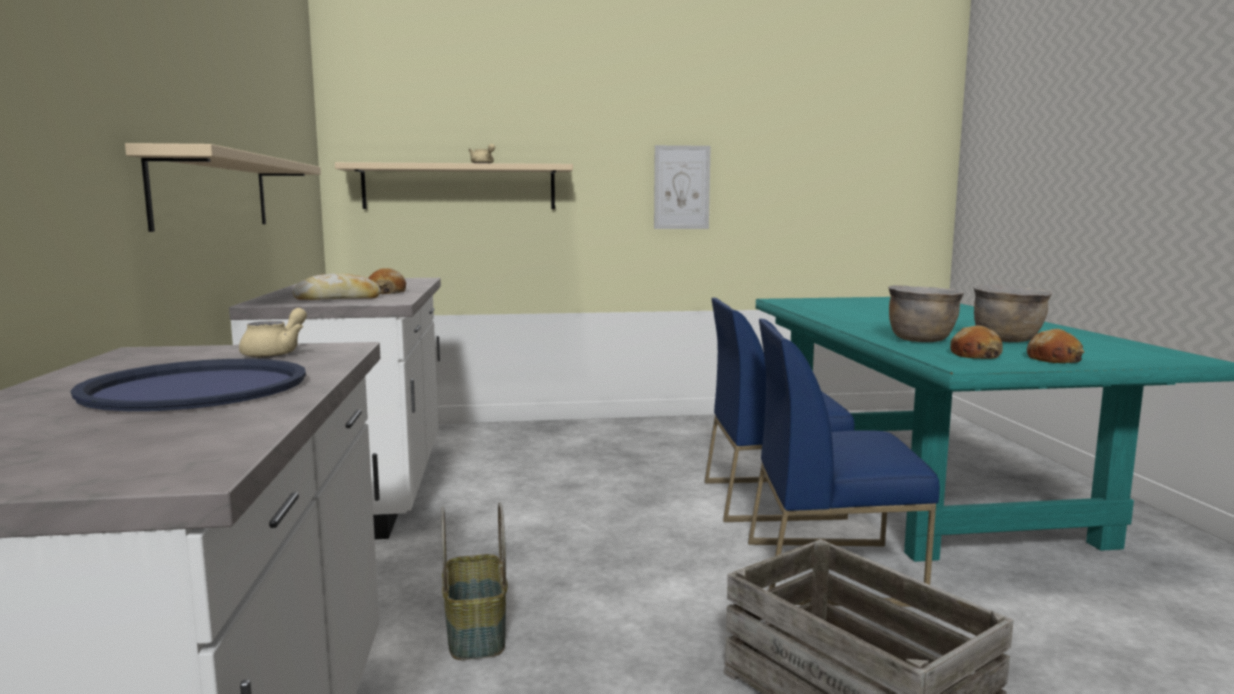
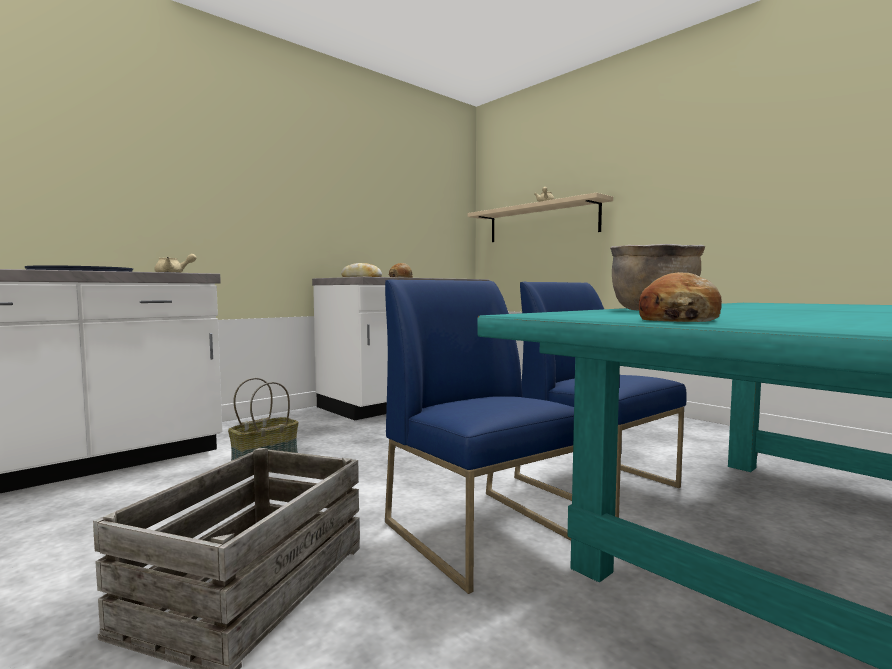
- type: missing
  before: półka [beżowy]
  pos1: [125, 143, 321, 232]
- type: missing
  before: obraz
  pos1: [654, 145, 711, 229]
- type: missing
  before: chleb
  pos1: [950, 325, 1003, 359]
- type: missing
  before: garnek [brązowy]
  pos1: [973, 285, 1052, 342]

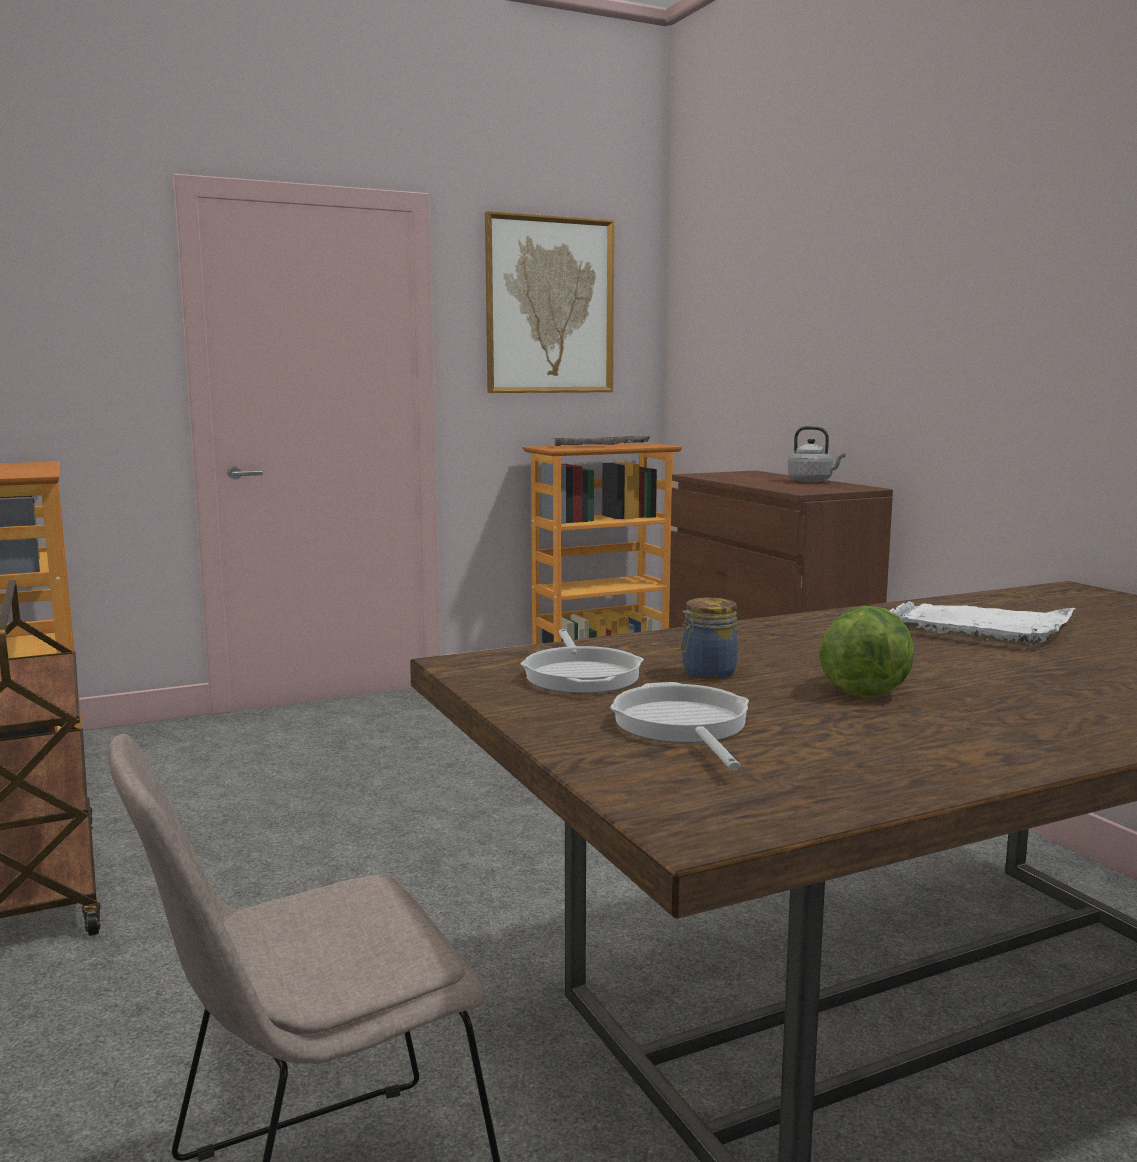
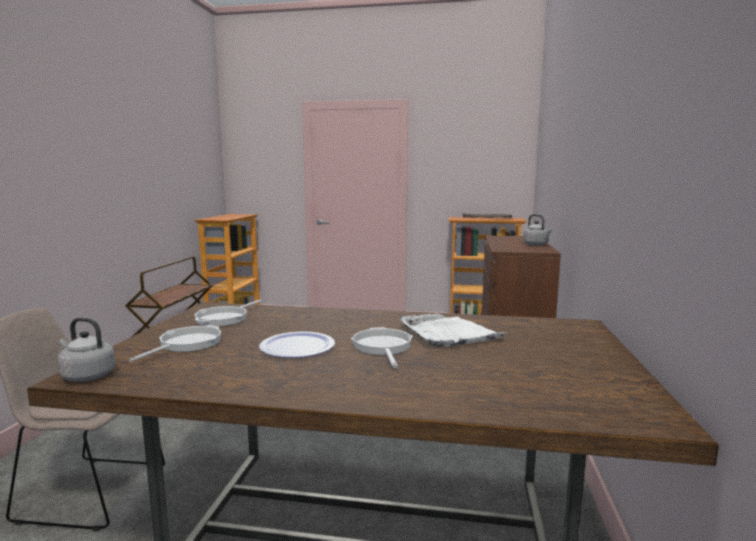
- type: appeared
  after: czajnik [szary]
  pos2: [58, 318, 115, 382]
- type: exchanged
  before: sałata
  after: talerz
  pos1: [819, 606, 914, 698]
  pos2: [259, 332, 335, 358]
- type: appeared
  after: patelnia
  pos2: [351, 327, 413, 368]
- type: missing
  before: obraz
  pos1: [485, 211, 615, 393]
- type: missing
  before: słoik
  pos1: [681, 598, 738, 679]

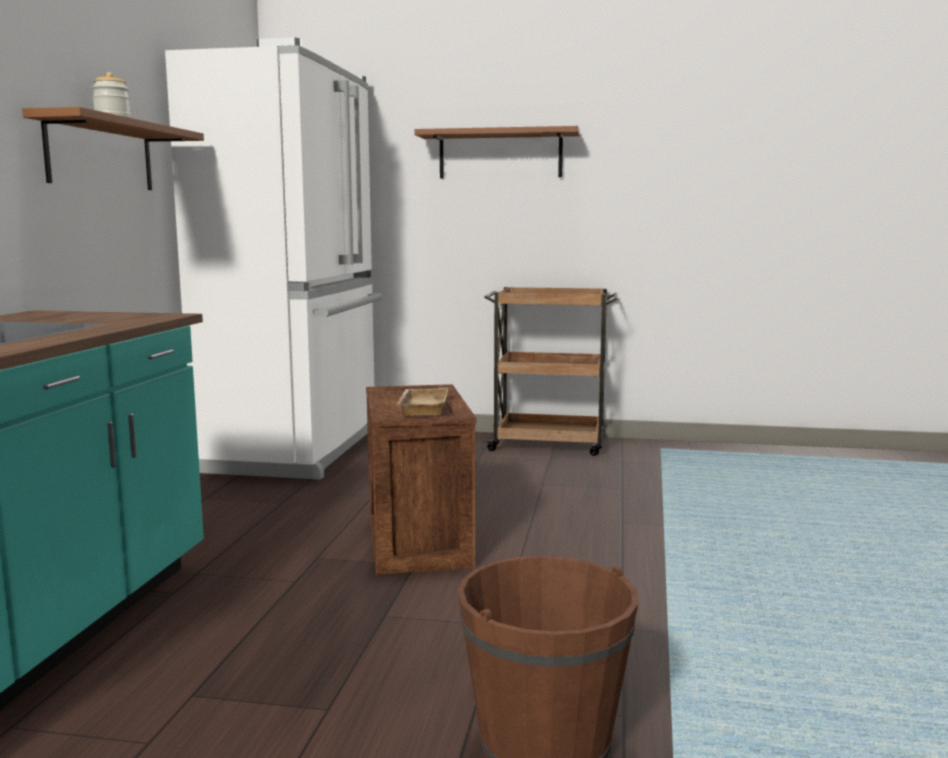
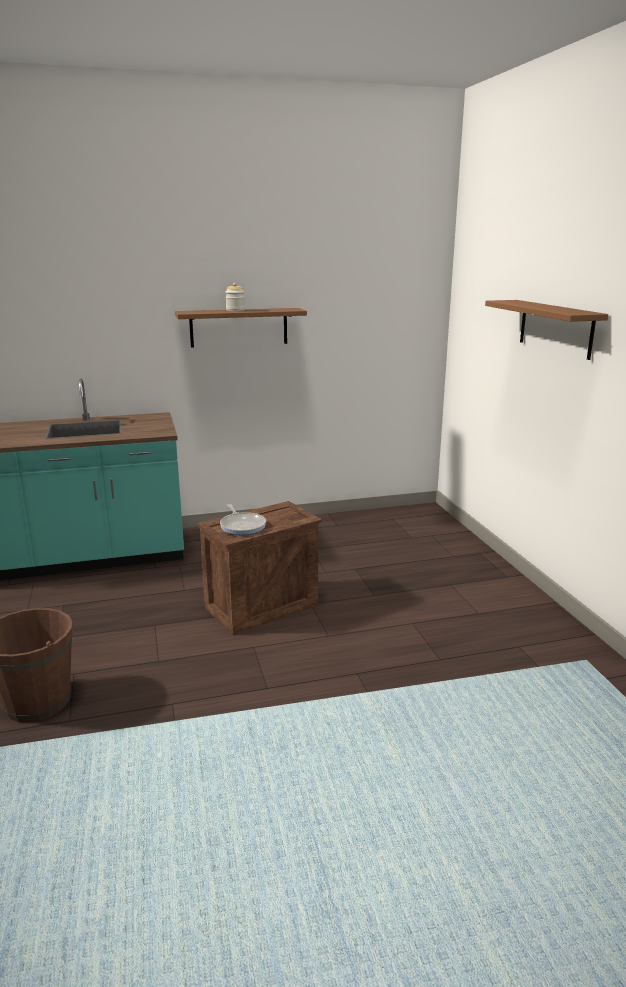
- type: exchanged
  before: taca [beżowy]
  after: patelnia
  pos1: [398, 388, 448, 416]
  pos2: [220, 504, 266, 535]
- type: missing
  before: lodówka [biały]
  pos1: [165, 37, 382, 480]
- type: missing
  before: wózek [brązowy]
  pos1: [484, 287, 618, 456]

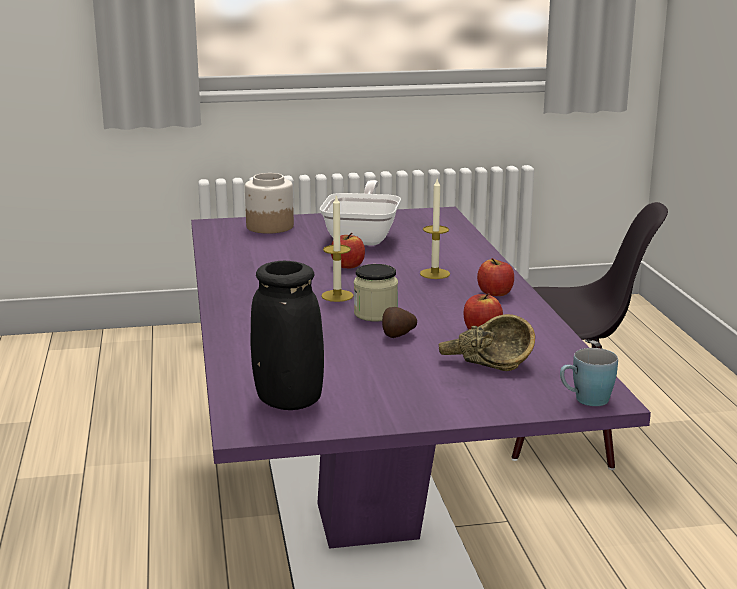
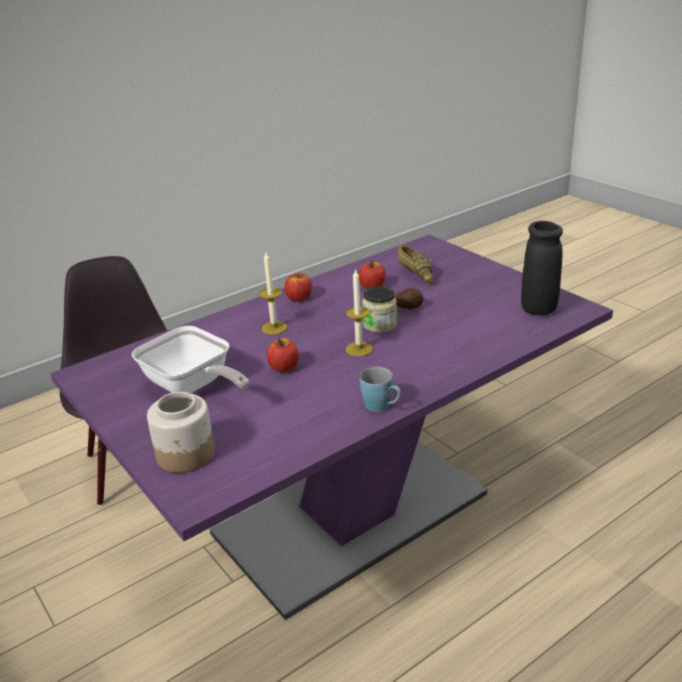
- type: spun
  before: patelnia
  pos1: [320, 180, 401, 246]
  pos2: [132, 326, 249, 394]
  turn: -120
- type: relocated
  before: kubek [niebieski]
  pos1: [560, 348, 618, 406]
  pos2: [360, 367, 401, 412]

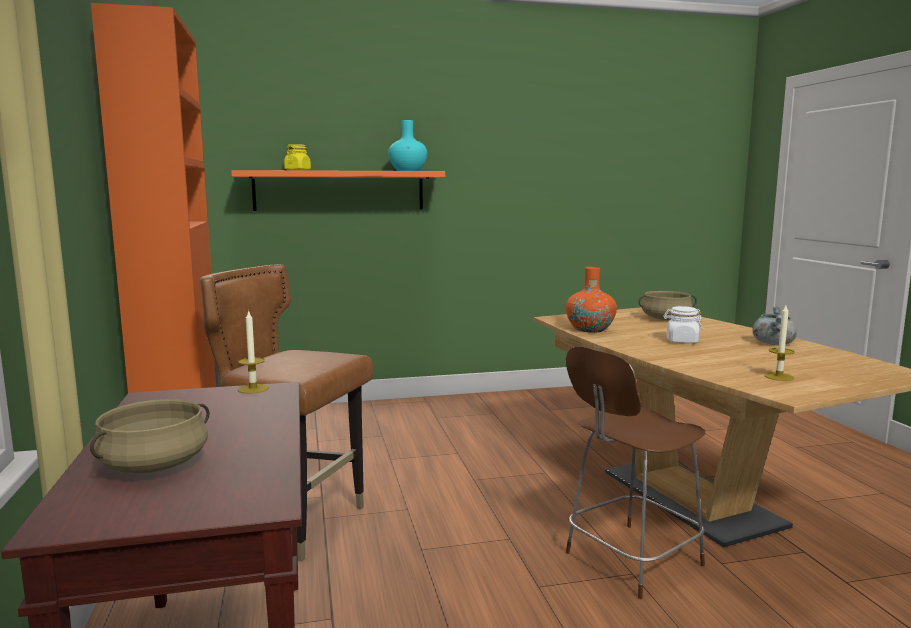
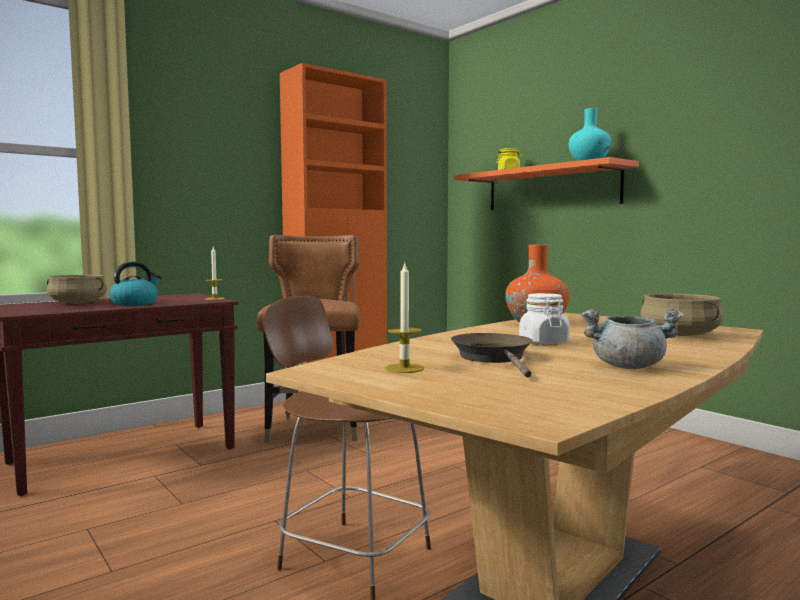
- type: appeared
  after: czajnik
  pos2: [109, 262, 162, 306]
- type: appeared
  after: patelnia [brązowy]
  pos2: [451, 333, 533, 378]

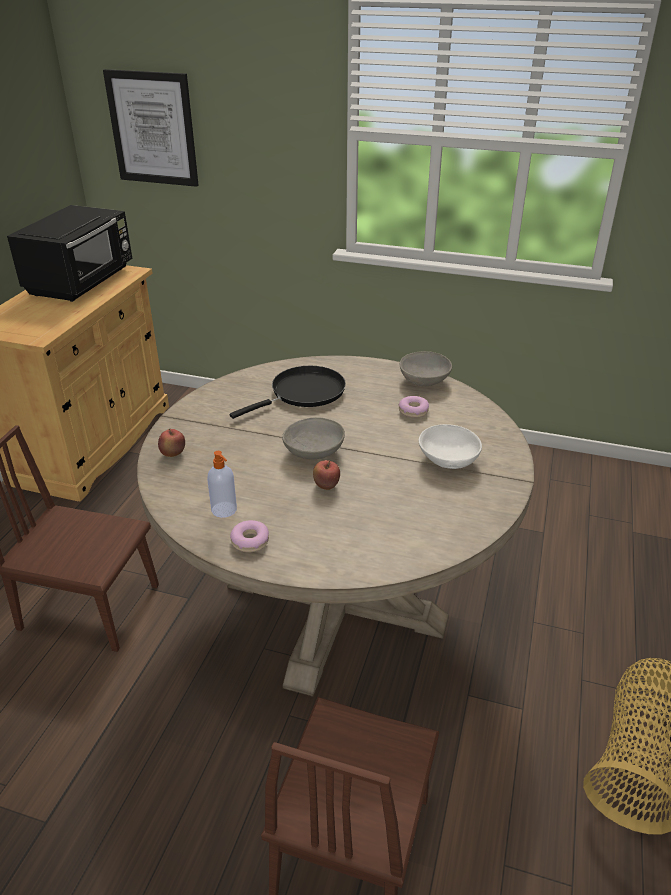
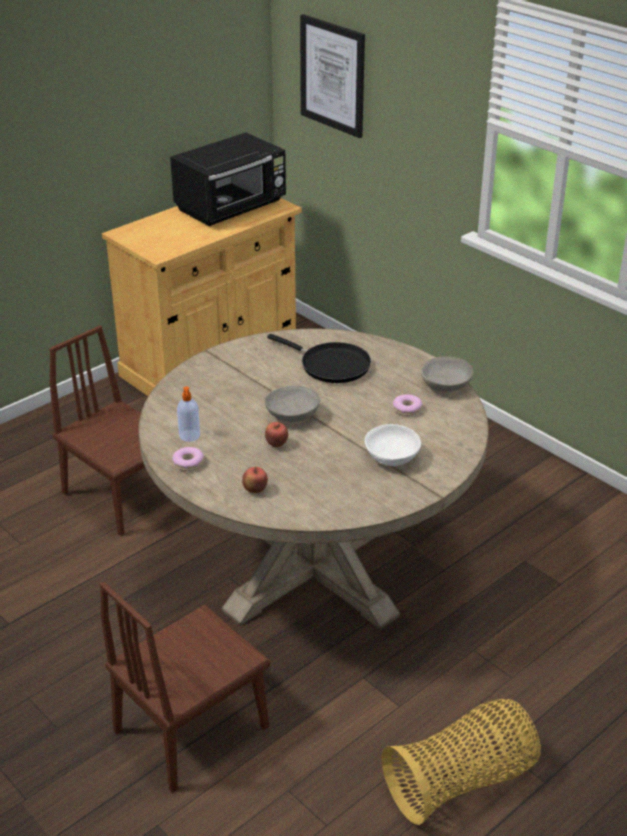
- type: relocated
  before: jabłko
  pos1: [158, 429, 185, 457]
  pos2: [242, 467, 268, 493]
- type: spun
  before: patelnia [czarny]
  pos1: [230, 366, 346, 419]
  pos2: [267, 334, 371, 383]
  turn: 45

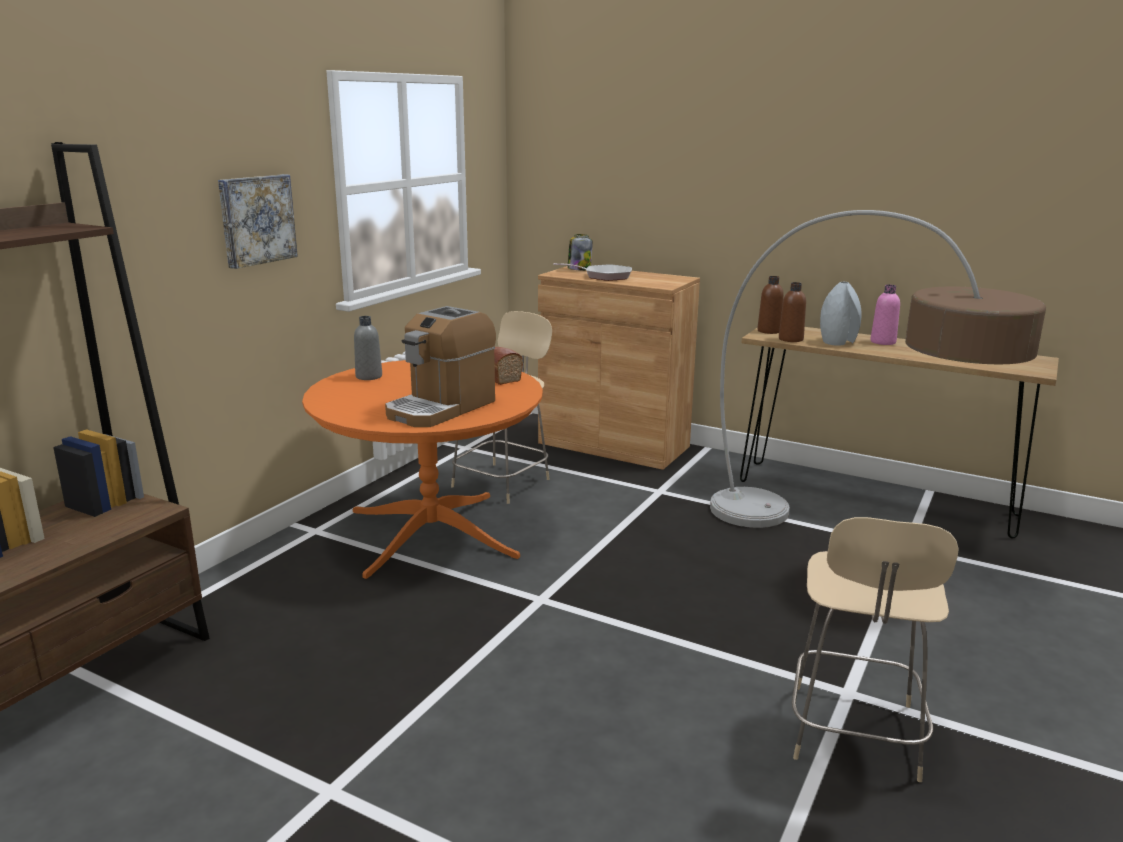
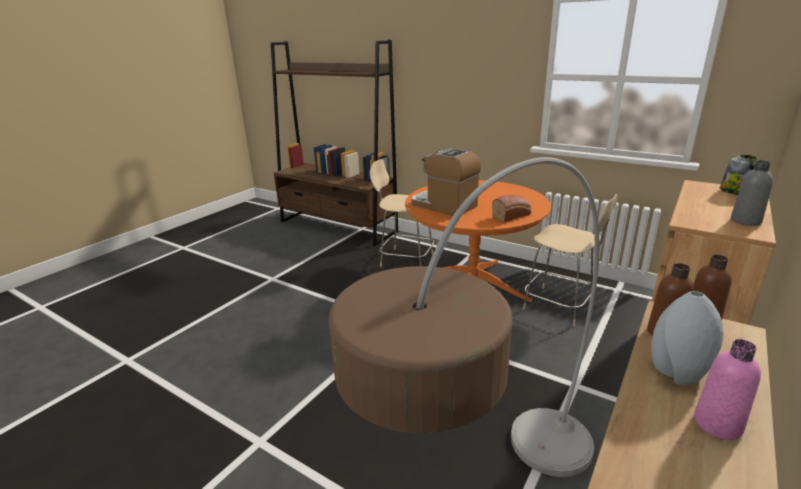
- type: relocated
  before: krzesło [beżowy]
  pos1: [792, 517, 959, 782]
  pos2: [370, 159, 434, 267]
- type: relocated
  before: butelka [szary]
  pos1: [354, 316, 382, 380]
  pos2: [731, 161, 773, 226]
- type: missing
  before: obraz
  pos1: [218, 174, 298, 269]
- type: missing
  before: patelnia
  pos1: [553, 263, 632, 281]

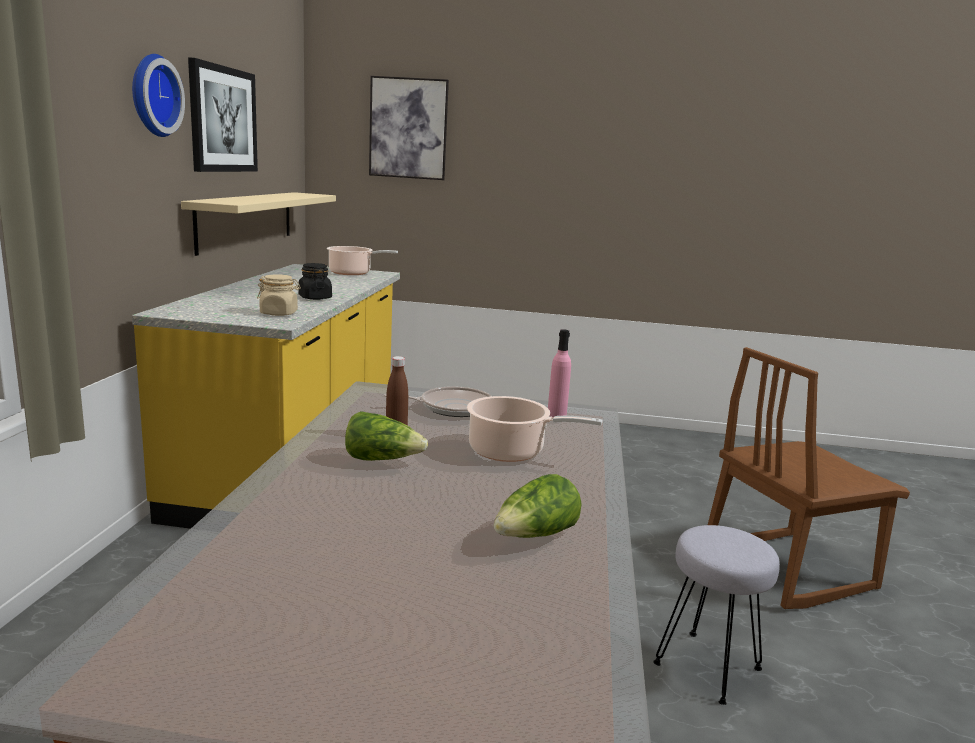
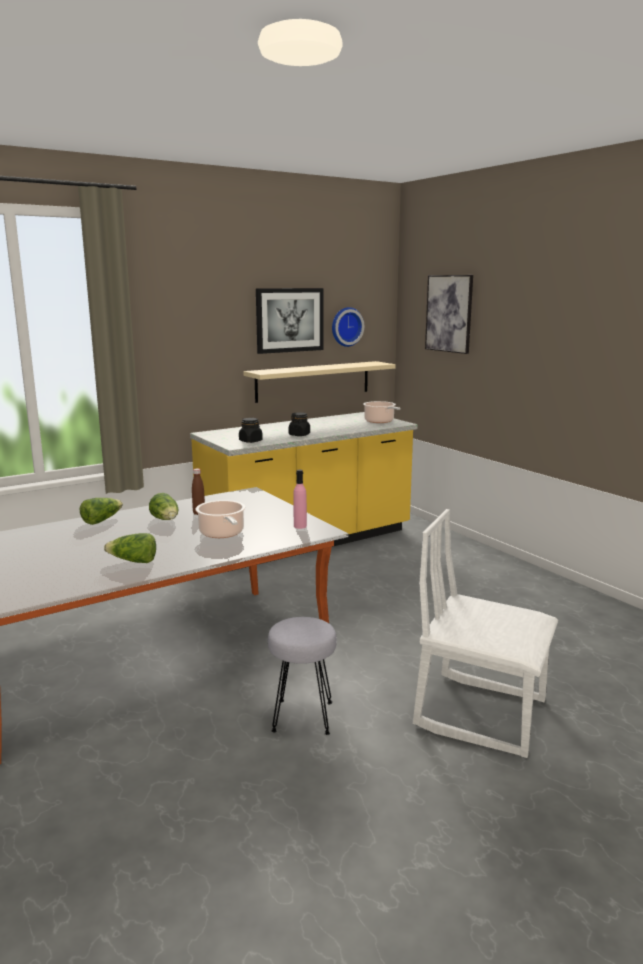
- type: appeared
  after: sałata
  pos2: [79, 498, 123, 525]
- type: colour
  before: słoik [beżowy]
  after: słoik [czarny]
  pos1: [257, 274, 301, 316]
  pos2: [239, 418, 263, 443]
- type: relocated
  before: zegar ścienny
  pos1: [132, 54, 185, 137]
  pos2: [332, 307, 364, 347]
- type: colour
  before: krzesło [brązowy]
  after: krzesło [biały]
  pos1: [708, 347, 910, 609]
  pos2: [413, 509, 558, 758]
- type: missing
  before: patelnia
  pos1: [384, 386, 491, 417]

